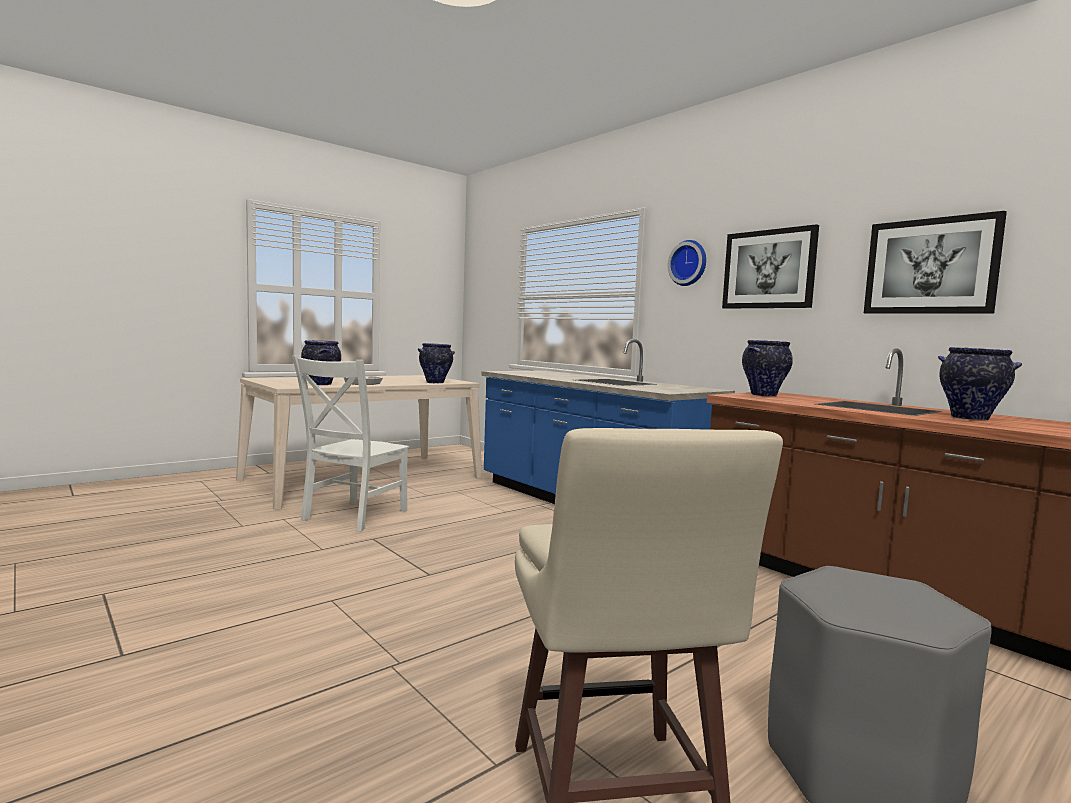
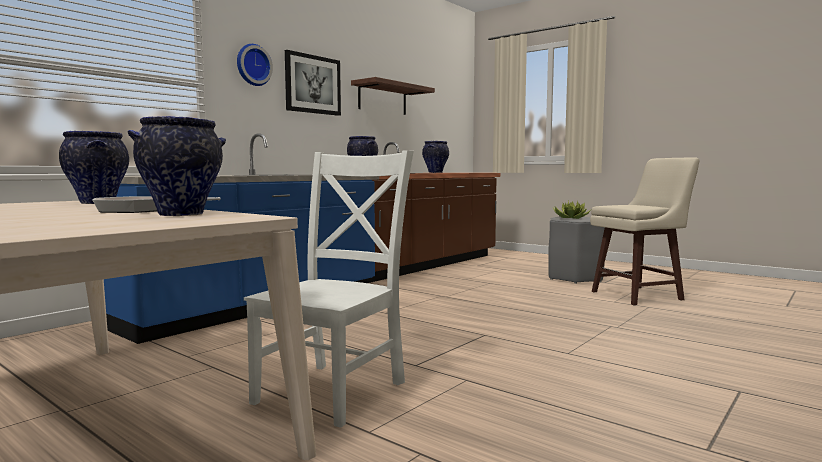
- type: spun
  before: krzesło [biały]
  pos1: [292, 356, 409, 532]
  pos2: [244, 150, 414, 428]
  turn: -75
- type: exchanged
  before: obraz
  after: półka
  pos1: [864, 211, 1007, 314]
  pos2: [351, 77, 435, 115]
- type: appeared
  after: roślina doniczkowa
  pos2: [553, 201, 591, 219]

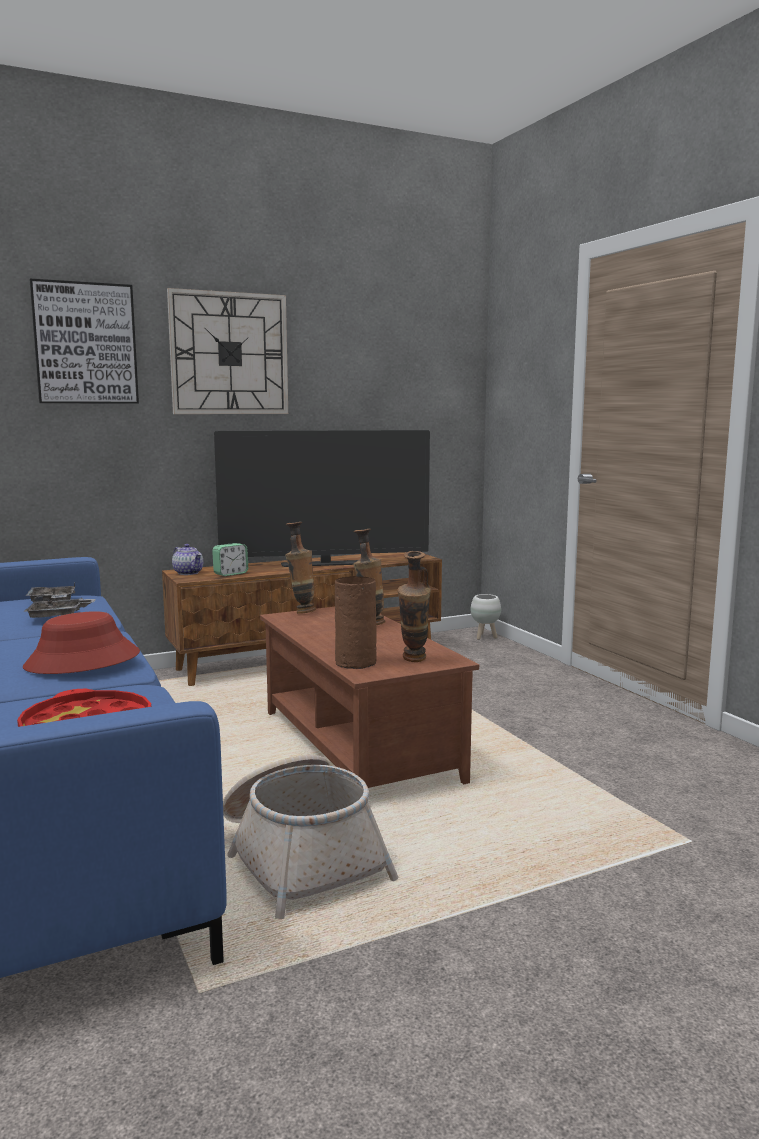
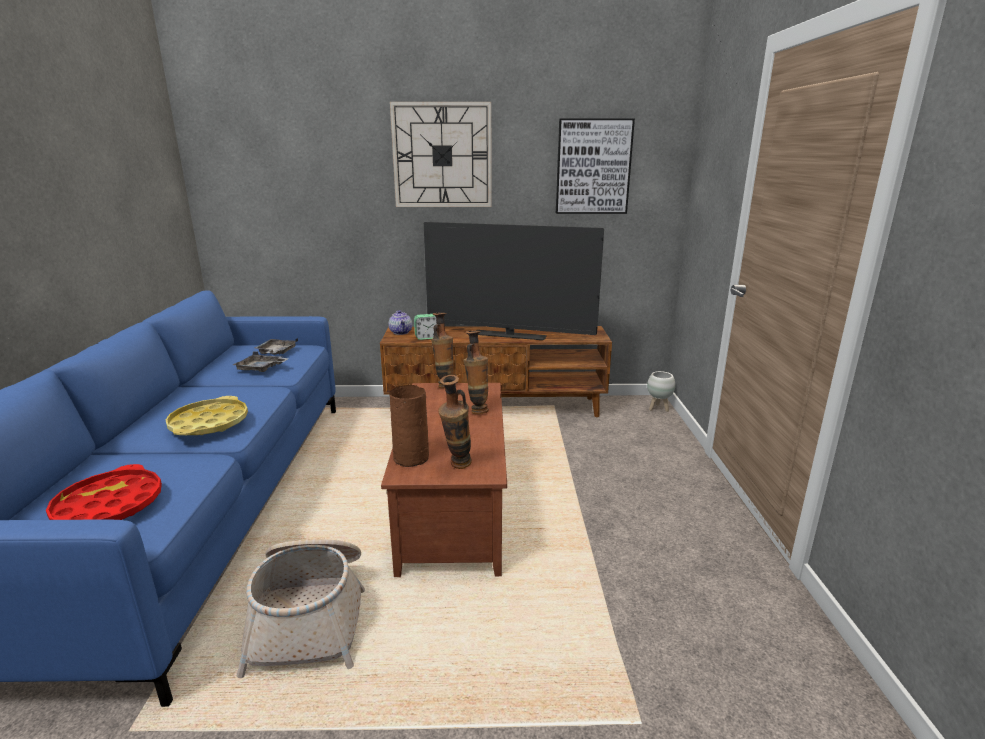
- type: exchanged
  before: kapelusz [czerwony]
  after: taca [żółty]
  pos1: [23, 611, 140, 674]
  pos2: [166, 396, 248, 435]
- type: relocated
  before: obraz
  pos1: [30, 278, 139, 404]
  pos2: [556, 119, 635, 214]

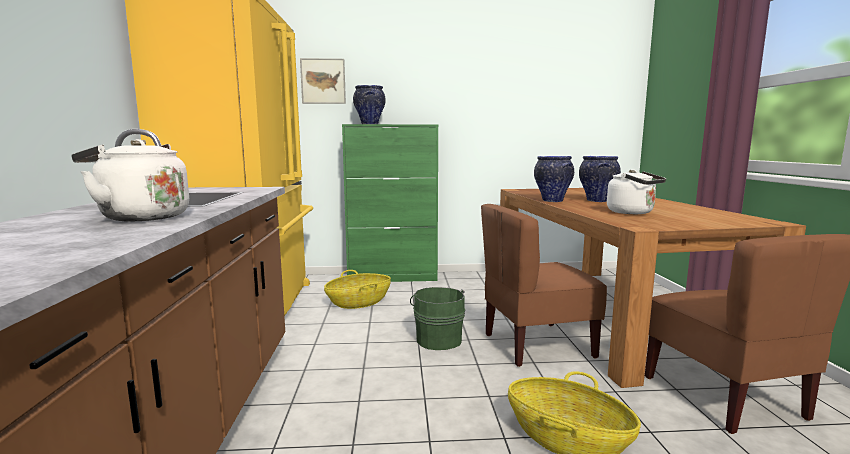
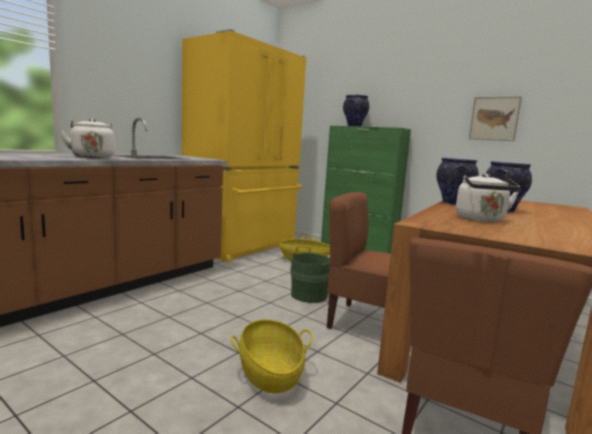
- type: relocated
  before: obraz
  pos1: [300, 58, 346, 104]
  pos2: [469, 96, 522, 141]

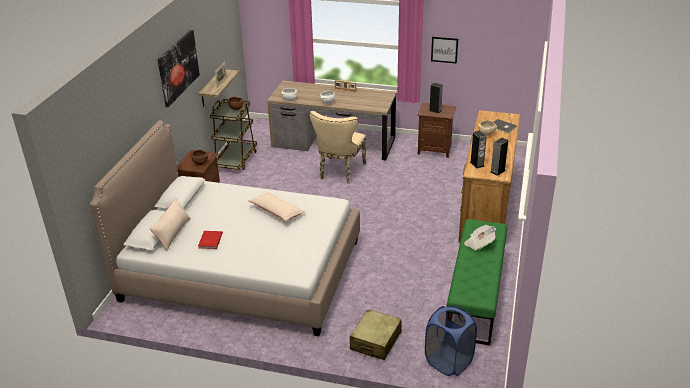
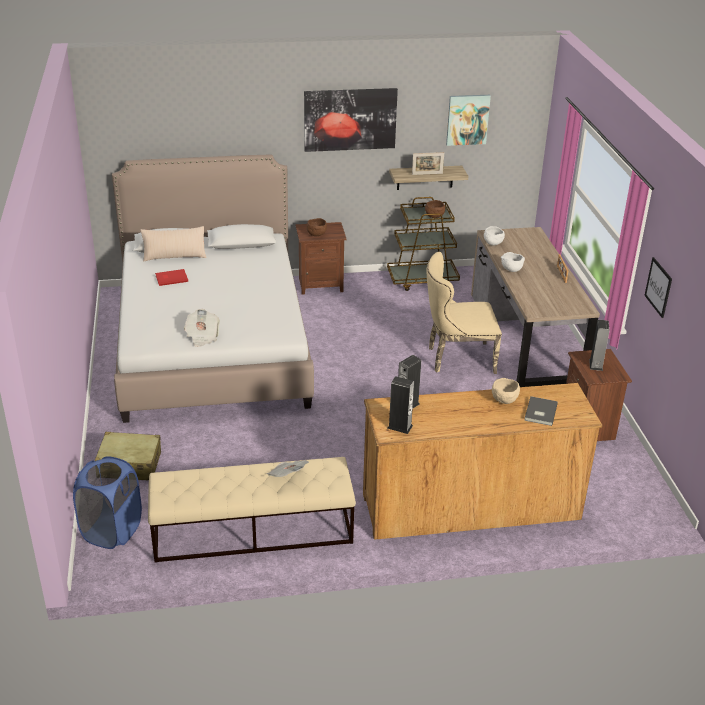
- type: colour
  before: ławka [zielony]
  after: ławka [beżowy]
  pos1: [446, 219, 507, 346]
  pos2: [148, 457, 356, 563]
- type: appeared
  after: gazeta
  pos2: [184, 309, 220, 347]
- type: appeared
  after: obraz
  pos2: [446, 95, 491, 146]
- type: missing
  before: poduszka [beżowy]
  pos1: [248, 192, 305, 221]

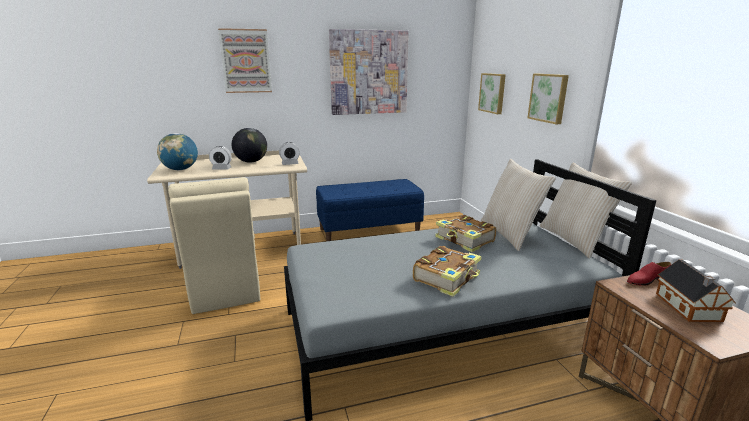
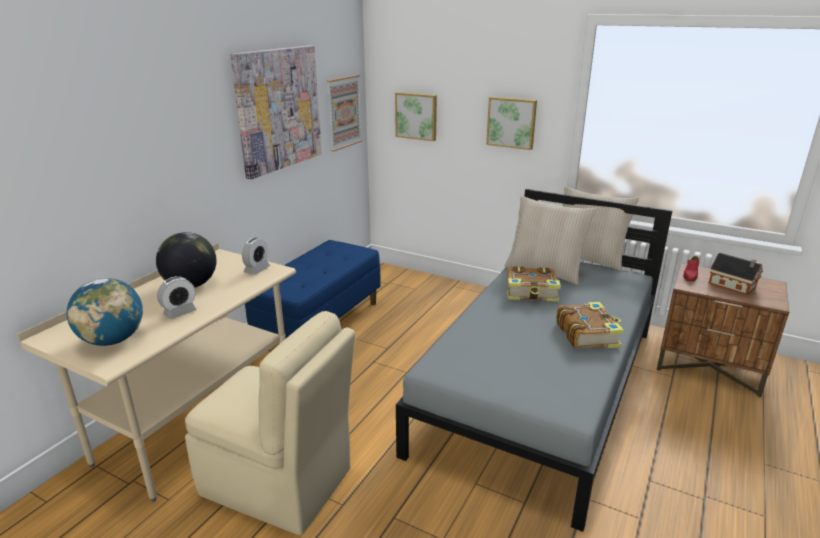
- type: relocated
  before: obraz
  pos1: [218, 28, 272, 93]
  pos2: [327, 75, 362, 151]

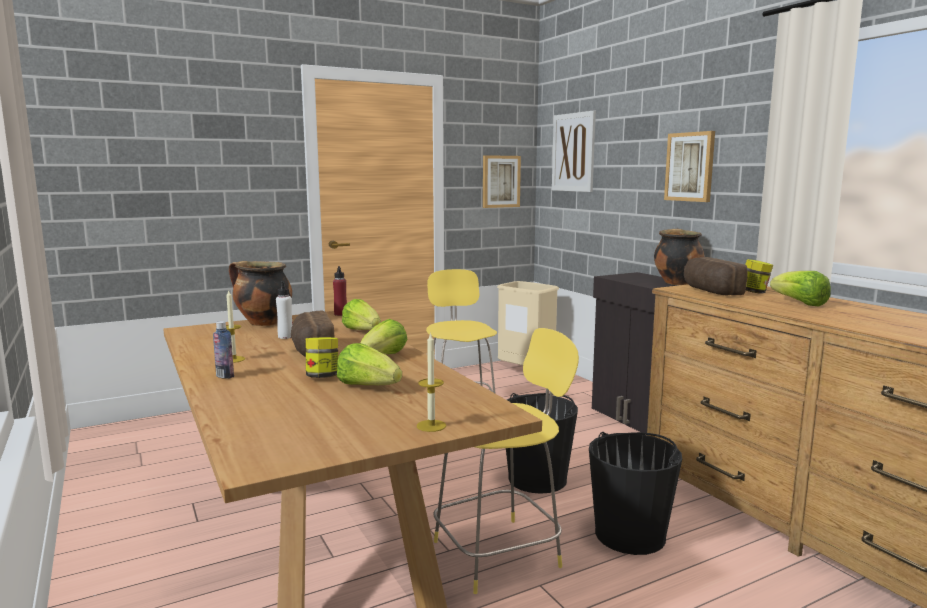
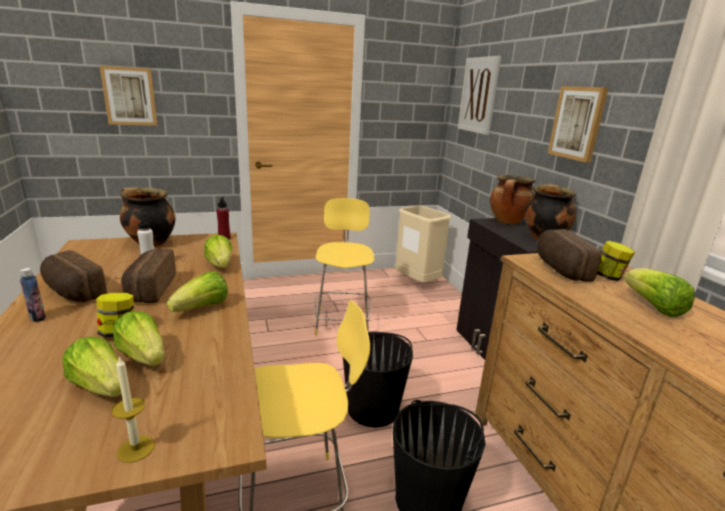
- type: exchanged
  before: świeca
  after: chleb
  pos1: [226, 289, 245, 363]
  pos2: [40, 250, 107, 302]
- type: appeared
  after: sałata
  pos2: [62, 337, 122, 397]
- type: relocated
  before: obraz
  pos1: [483, 155, 521, 208]
  pos2: [99, 66, 157, 126]
- type: appeared
  after: garnek
  pos2: [490, 175, 535, 225]

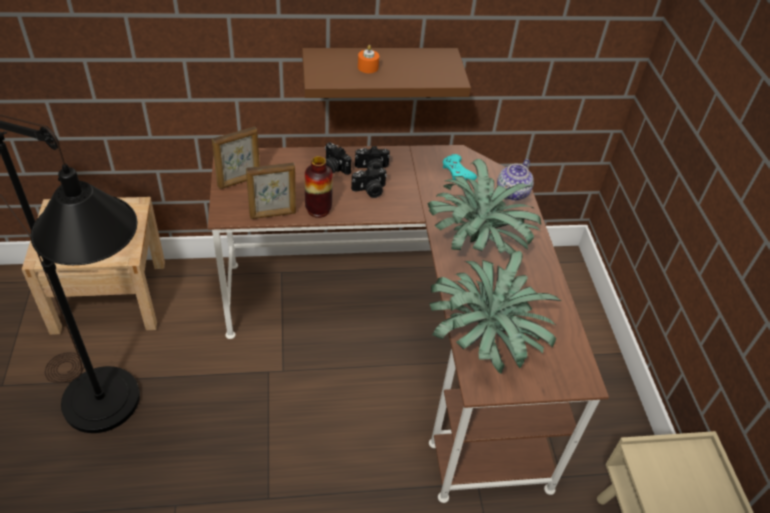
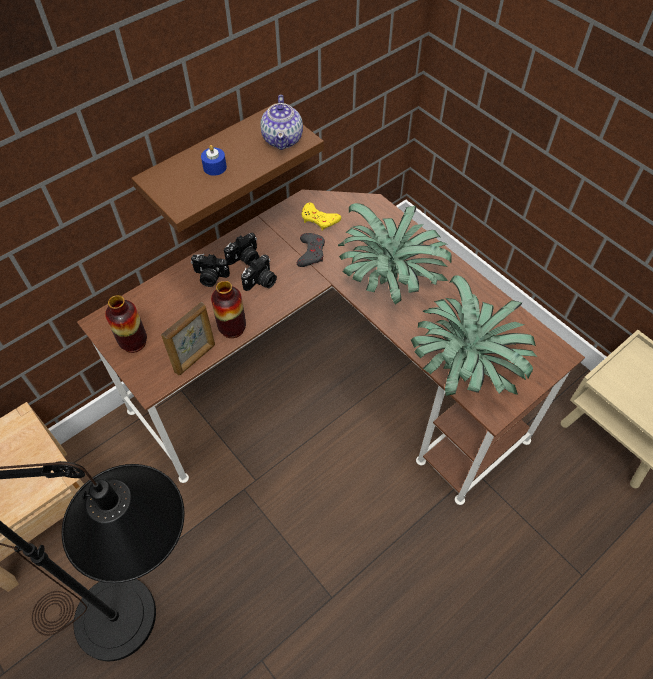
- type: exchanged
  before: ramka na zdjęcie
  after: wazon
  pos1: [212, 127, 260, 189]
  pos2: [105, 295, 147, 353]
- type: colour
  before: świeca [pomarańczowy]
  after: świeca [niebieski]
  pos1: [358, 45, 379, 73]
  pos2: [201, 145, 227, 176]
- type: relocated
  before: imbryk
  pos1: [497, 159, 534, 201]
  pos2: [260, 95, 303, 150]
- type: appeared
  after: pad do gier [szary]
  pos2: [297, 233, 325, 267]
- type: colour
  before: pad do gier [turkusowy]
  after: pad do gier [żółty]
  pos1: [443, 154, 477, 180]
  pos2: [302, 202, 341, 231]

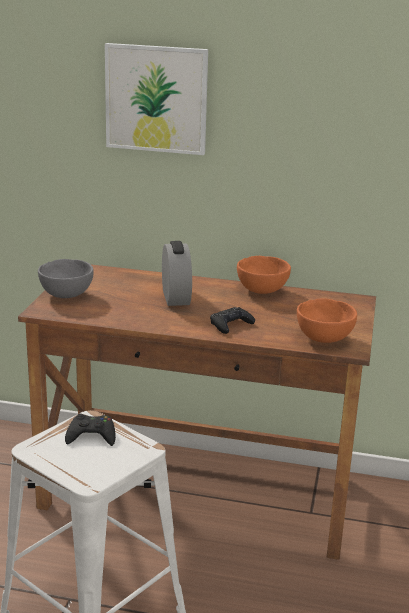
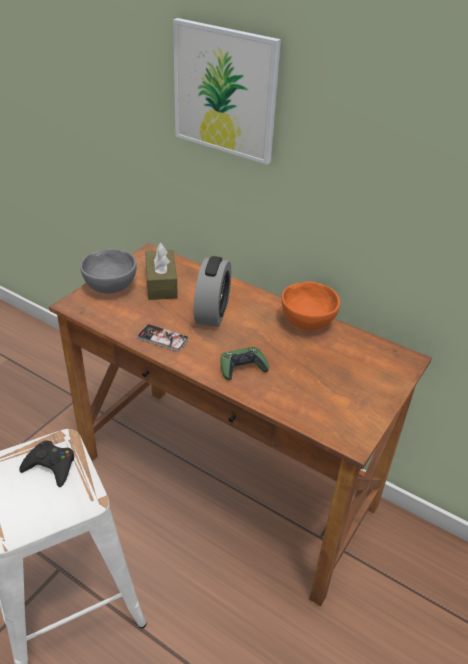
- type: appeared
  after: telefon
  pos2: [137, 324, 189, 351]
- type: appeared
  after: pudełko chusteczek [brązowy]
  pos2: [145, 243, 178, 300]
- type: colour
  before: pad do gier [czarny]
  after: pad do gier [zielony]
  pos1: [210, 307, 255, 334]
  pos2: [221, 347, 269, 380]
- type: missing
  before: miska [pomarańczowy]
  pos1: [297, 298, 357, 343]

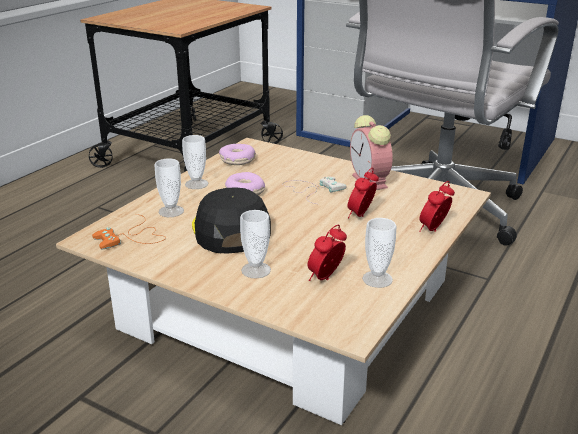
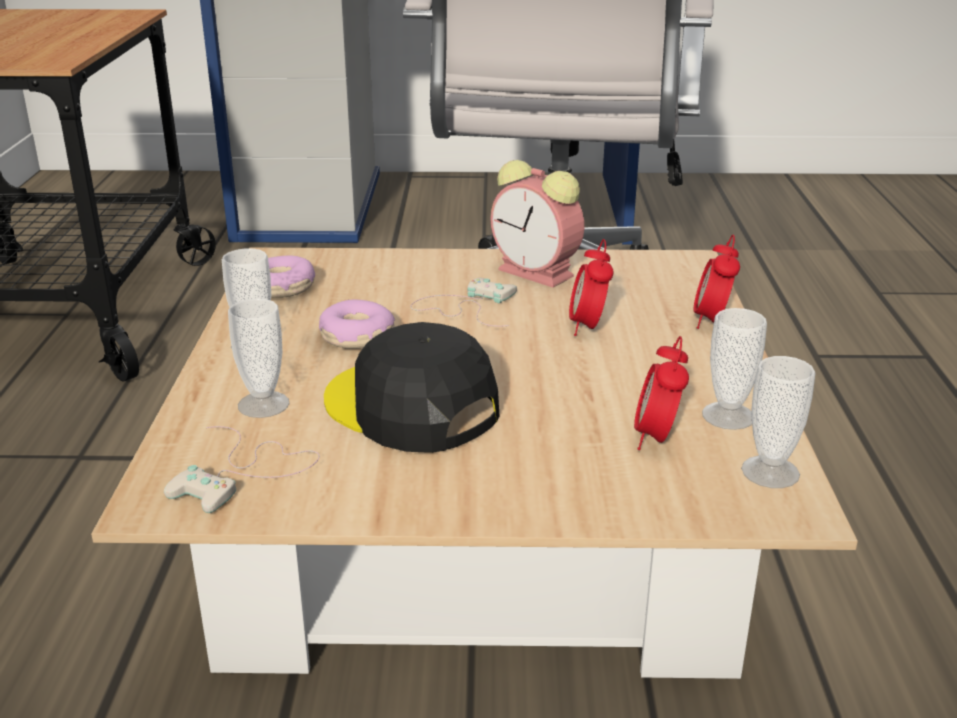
- type: colour
  before: pad do gier [pomarańczowy]
  after: pad do gier [biały]
  pos1: [92, 214, 166, 249]
  pos2: [164, 426, 320, 513]
- type: relocated
  before: filiżanka
  pos1: [240, 210, 271, 278]
  pos2: [741, 356, 816, 488]

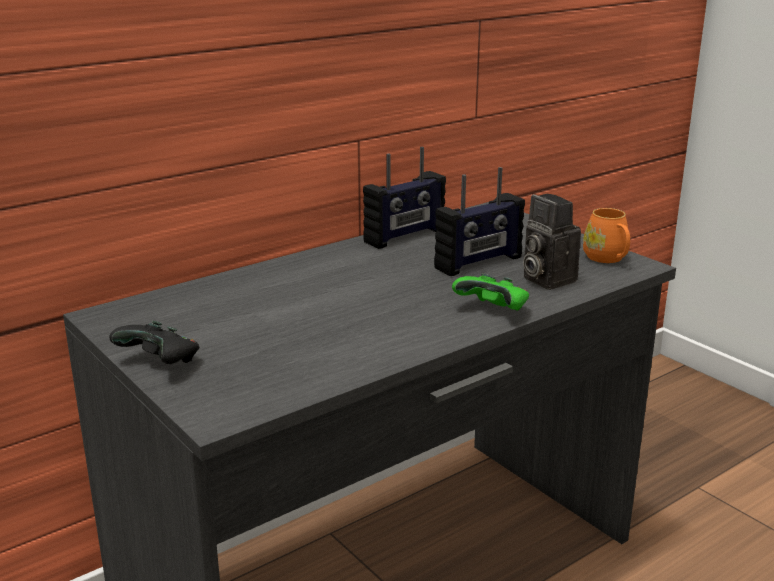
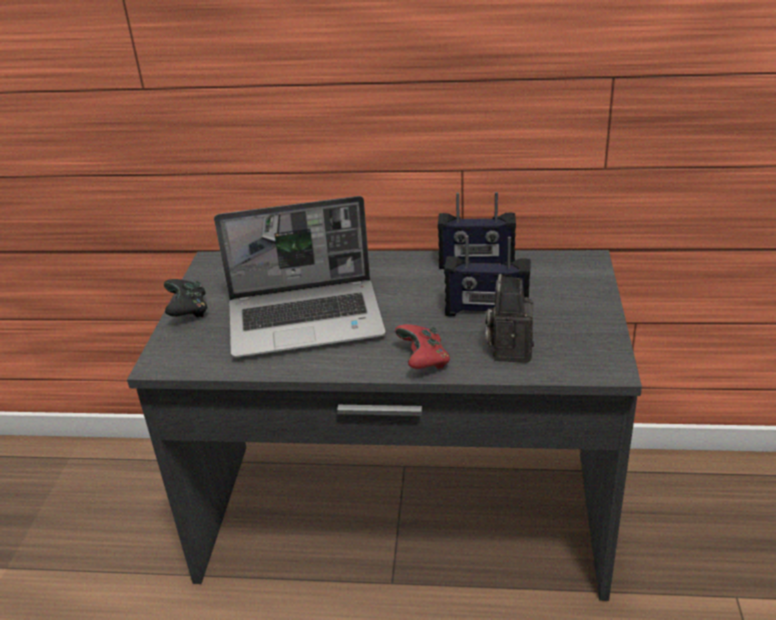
- type: appeared
  after: laptop
  pos2: [214, 196, 386, 358]
- type: colour
  before: pad do gier [zielony]
  after: pad do gier [czerwony]
  pos1: [452, 273, 529, 311]
  pos2: [395, 324, 450, 369]
- type: missing
  before: kubek [pomarańczowy]
  pos1: [583, 208, 630, 263]

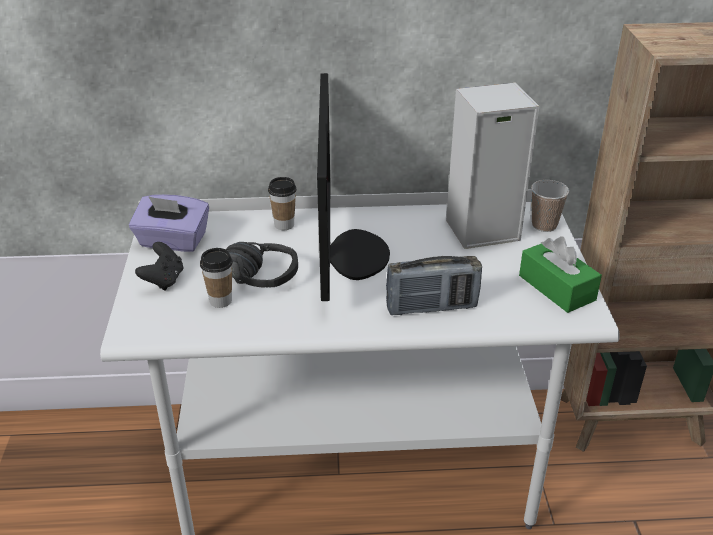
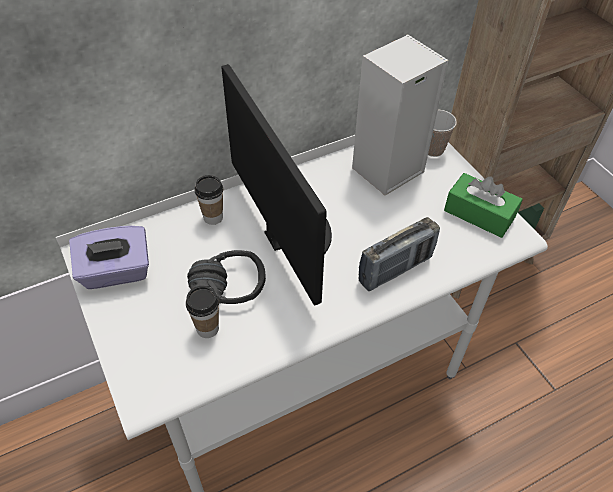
- type: missing
  before: pad do gier [czarny]
  pos1: [135, 242, 183, 291]

